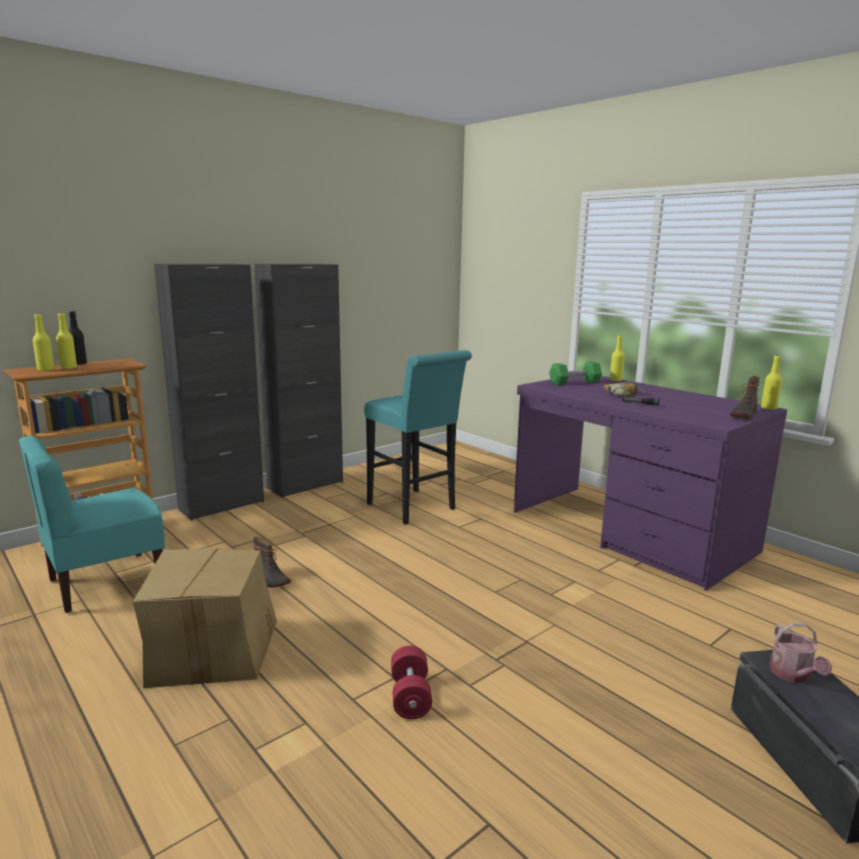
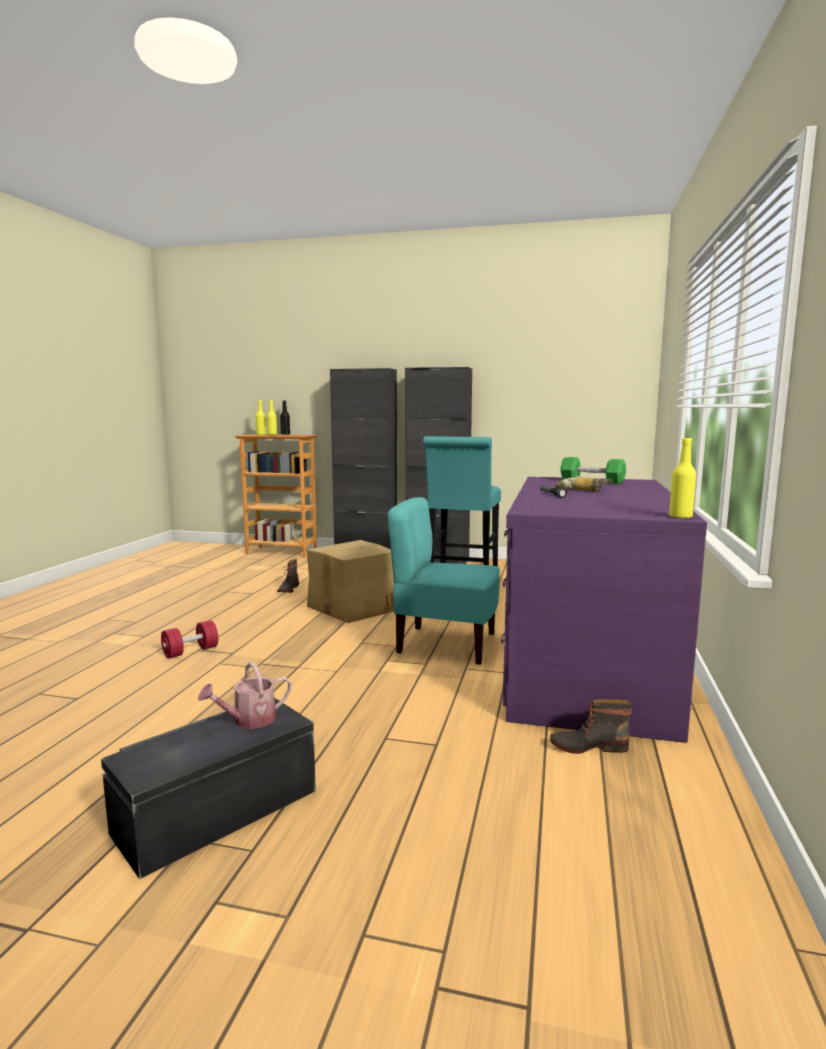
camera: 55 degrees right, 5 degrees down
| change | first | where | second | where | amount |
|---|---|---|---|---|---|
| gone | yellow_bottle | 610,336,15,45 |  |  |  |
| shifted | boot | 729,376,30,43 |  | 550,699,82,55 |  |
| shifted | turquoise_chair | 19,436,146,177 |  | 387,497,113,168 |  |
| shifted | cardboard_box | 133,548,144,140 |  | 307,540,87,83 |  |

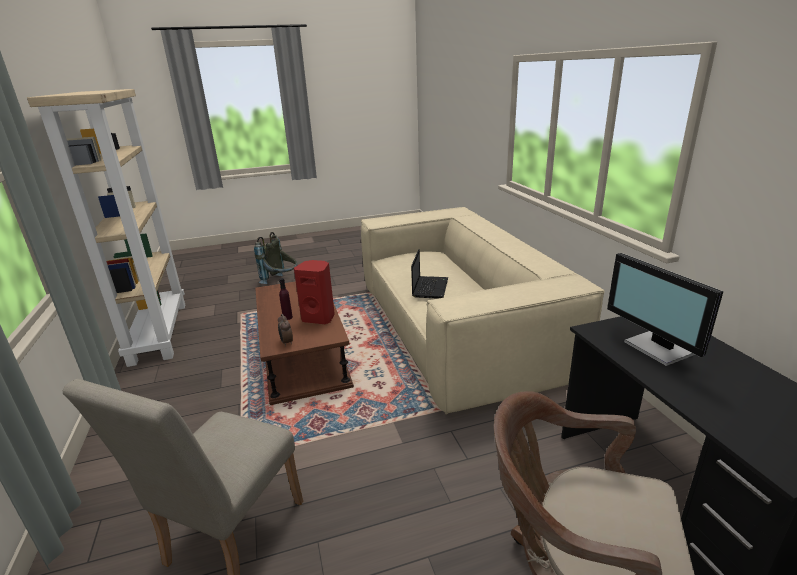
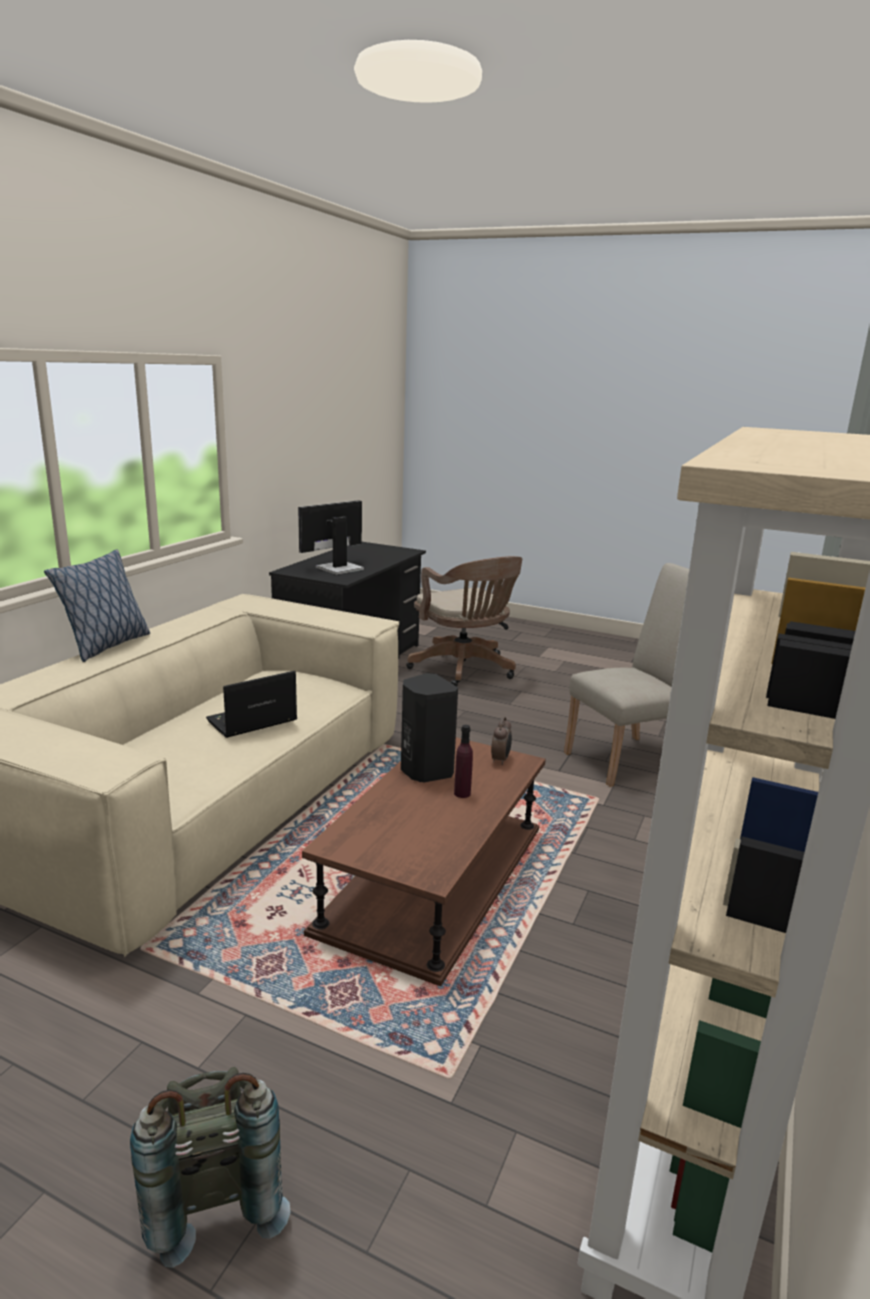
camera: 140 degrees left, 5 degrees down
| change | first | where | second | where | amount |
|---|---|---|---|---|---|
| rotated | monitor | 607,253,117,113 |  | 298,500,66,75 | 150 degrees counterclockwise |
| repainted | red_speaker | 294,260,41,64 | black_speaker | 401,673,57,110 |  |
| new |  |  | pillow | 44,550,106,112 |  |

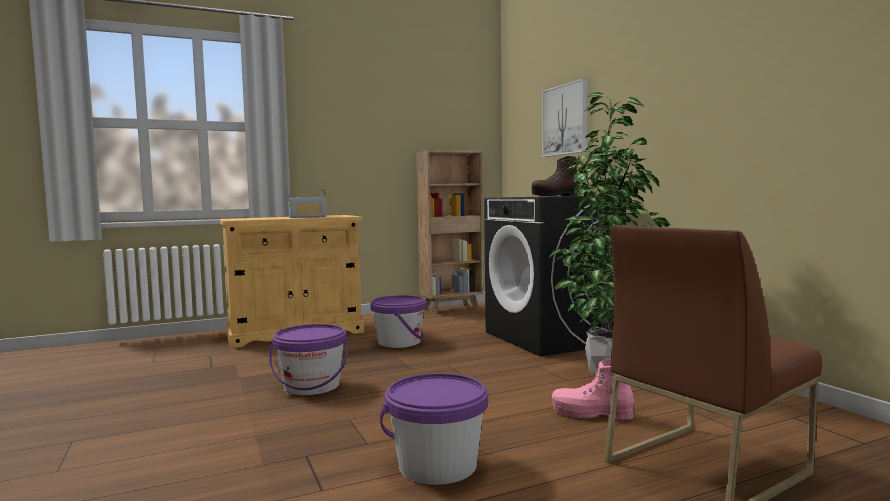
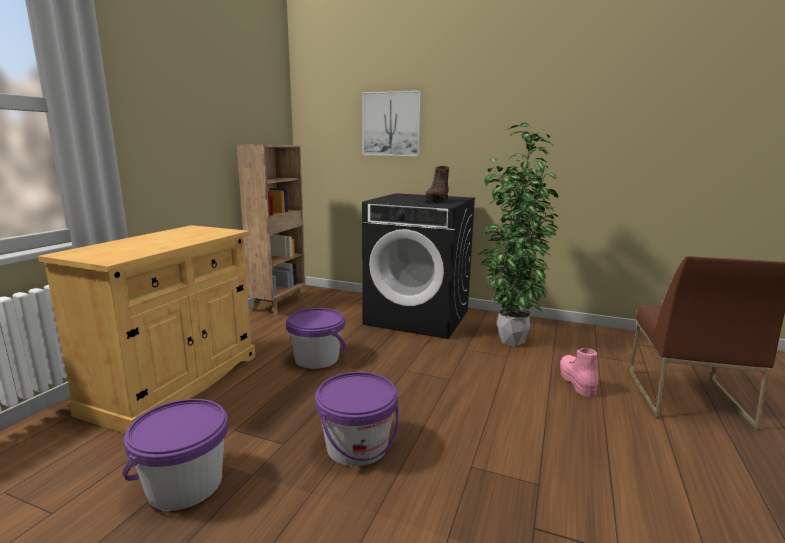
camera: 45 degrees left, 10 degrees up
| change | first | where | second | where | amount |
|---|---|---|---|---|---|
| gone | radio | 288,189,38,29 |  |  |  |
| rotated | pink_boot | 552,359,82,61 |  | 560,348,38,49 | 120 degrees clockwise |
| shifted | purple_bucket | 380,373,108,112 |  | 122,399,107,112 |  |

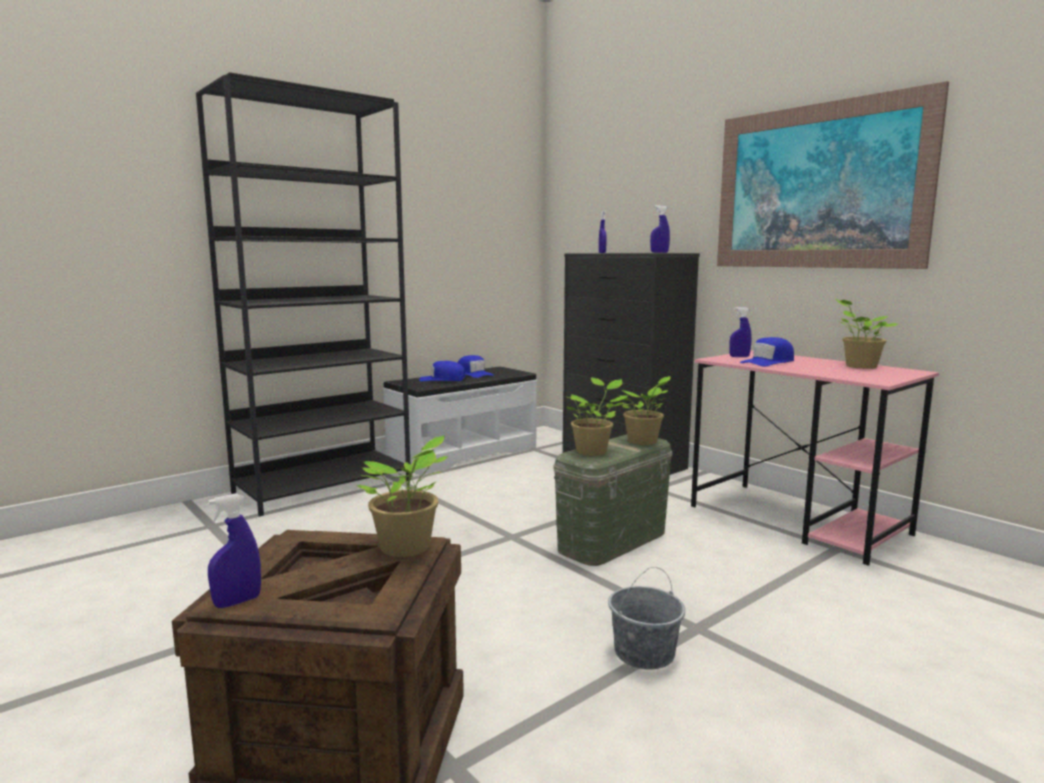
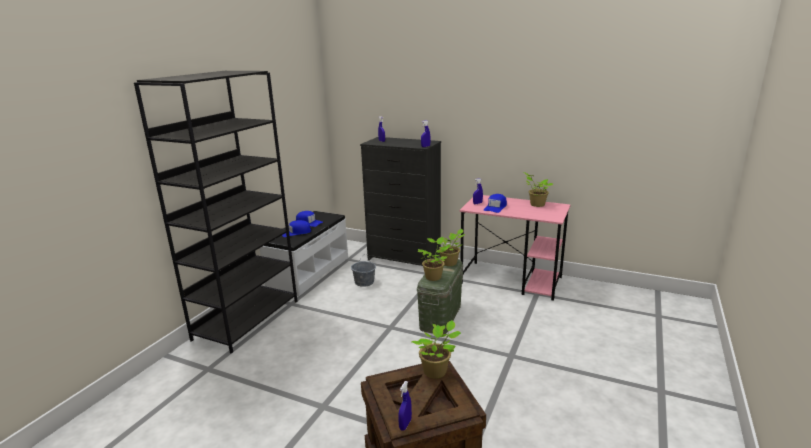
camera: 25 degrees left, 10 degrees up
| change | first | where | second | where | amount |
|---|---|---|---|---|---|
| gone | picture | 717,81,232,188 |  |  |  |
| shifted | grey_bucket | 608,567,77,103 |  | 351,254,25,33 |  |

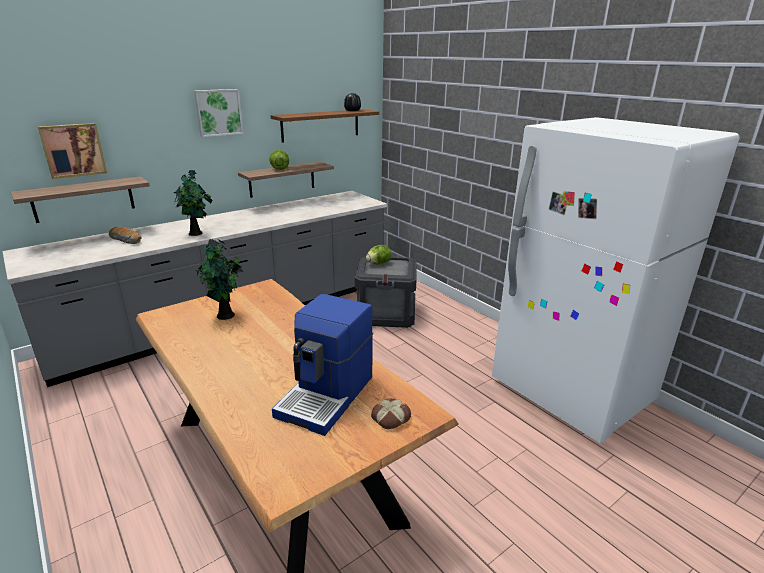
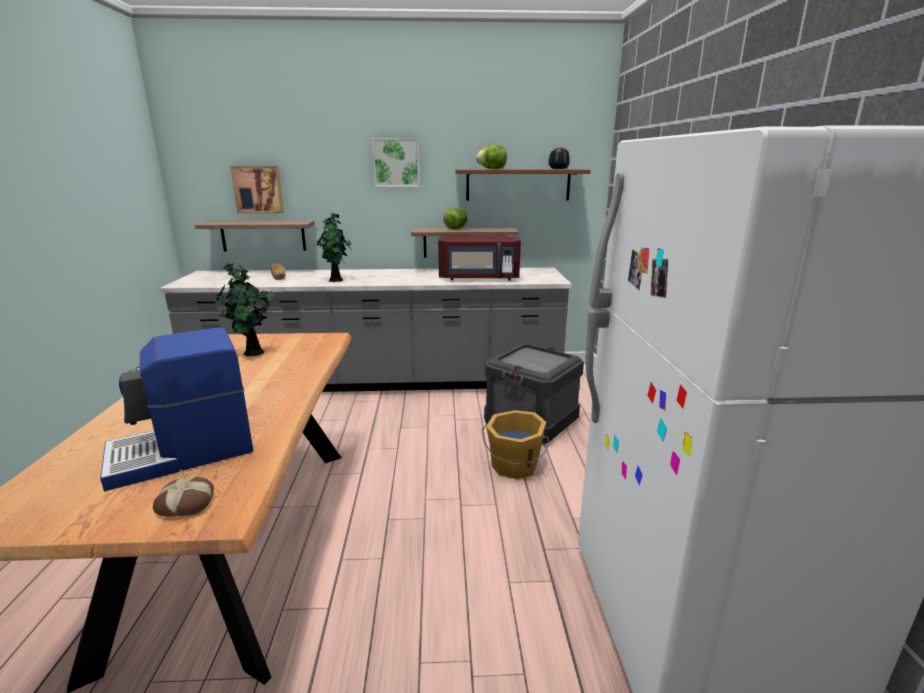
camera: 35 degrees right, 5 degrees down
| change | first | where | second | where | amount |
|---|---|---|---|---|---|
| shifted | lettuce | 366,245,25,19 |  | 476,145,31,24 |  |
| new |  |  | red_microwave | 438,236,83,44 |  |
| new |  |  | orange_bucket | 481,410,69,69 |  |

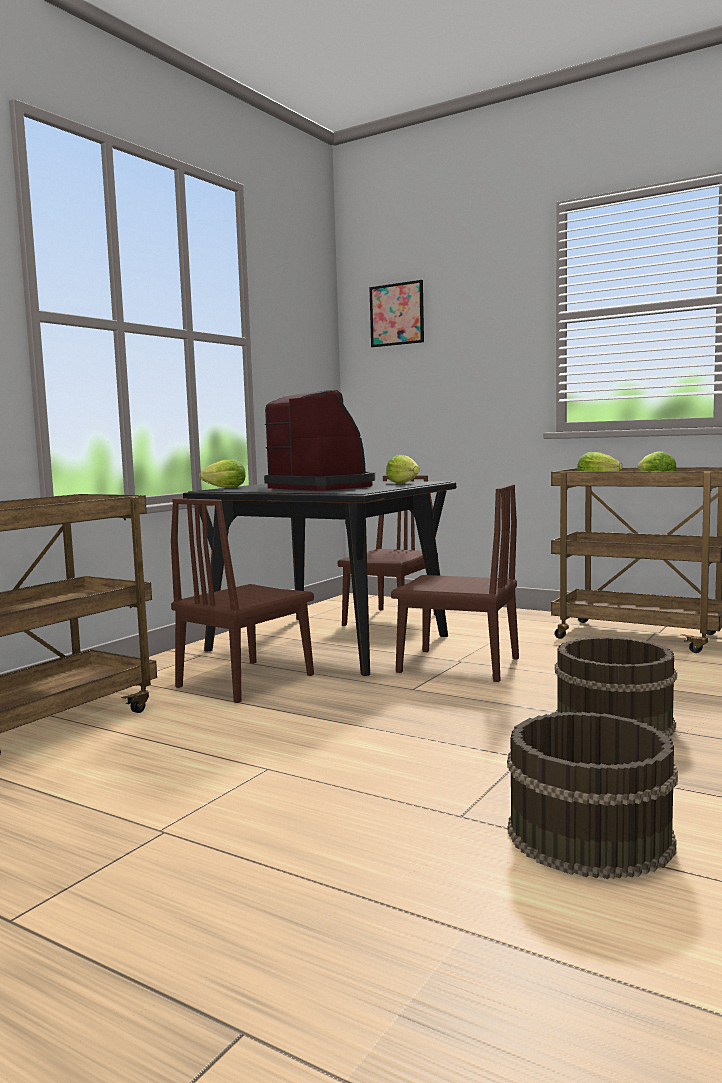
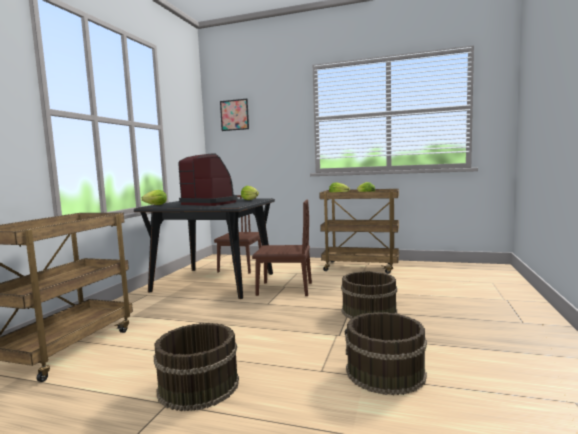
camera: 15 degrees left, 0 degrees up
| change | first | where | second | where | amount |
|---|---|---|---|---|---|
| gone | brown_chair | 171,498,143,205 |  |  |  |
| new |  |  | brown_bucket | 154,323,85,88 |  |

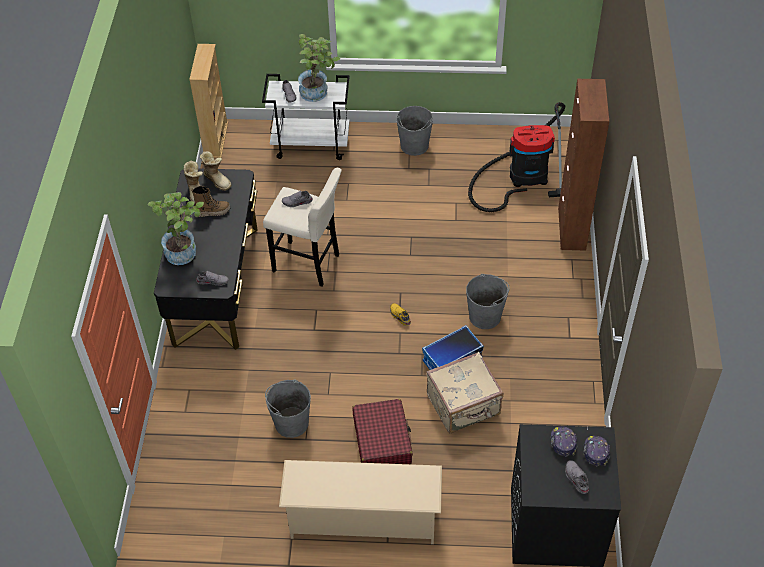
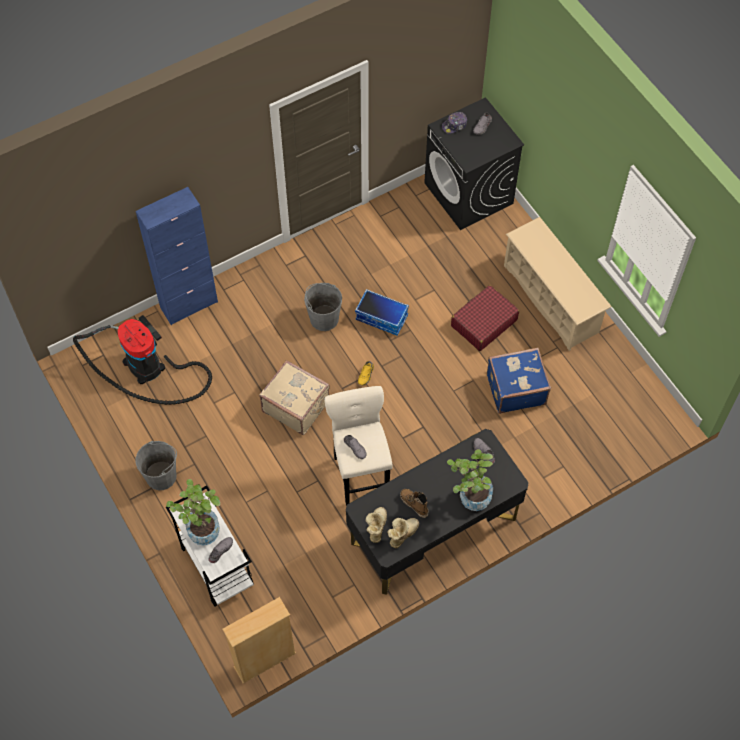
camera: 125 degrees left, 10 degrees up
| change | first | where | second | where | amount |
|---|---|---|---|---|---|
| repainted | brown_cabinet | 558,79,51,172 | blue_cabinet | 136,187,82,138 |  |
| shifted | beige_suitcase | 427,352,76,82 |  | 259,360,71,75 |  |
| swapped | grey_bucket | 265,379,46,59 | blue_suitcase | 487,347,64,67 |  |
| gone | cap | 551,427,26,30 |  |  |  |

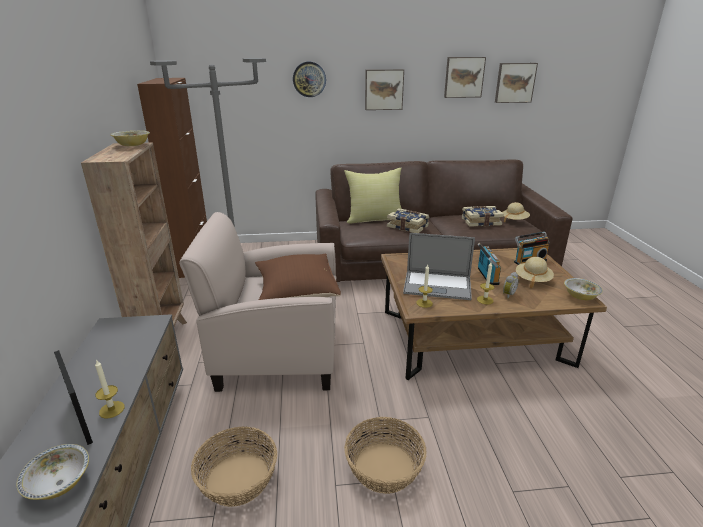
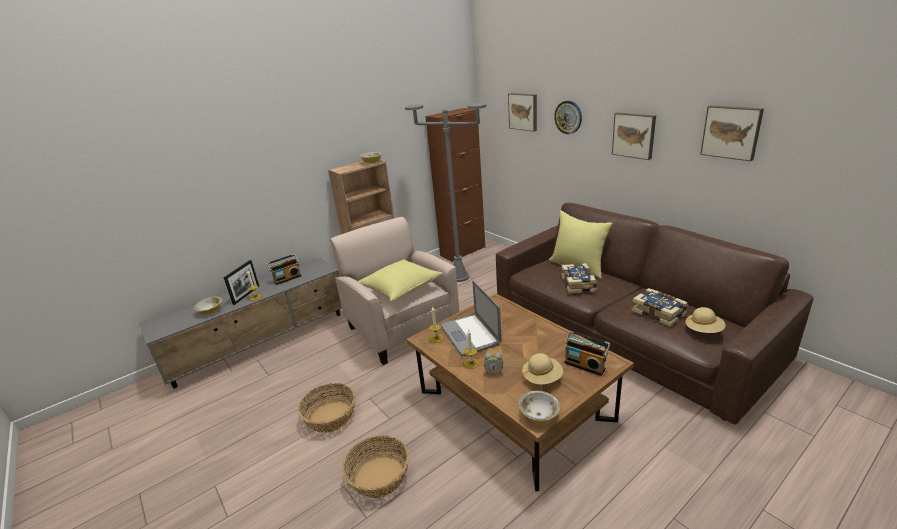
camera: 60 degrees right, 0 degrees up
| change | first | where | second | where | amount |
|---|---|---|---|---|---|
| shifted | picture | 495,63,43,40 |  | 508,93,29,39 |  |
| shifted | radio | 477,243,24,42 |  | 267,254,34,31 |  |
| repainted | brown_pillow | 255,254,86,46 | yellow_pillow | 358,259,85,43 |  |
| shifted | basket | 191,427,86,80 |  | 342,435,67,63 |  |

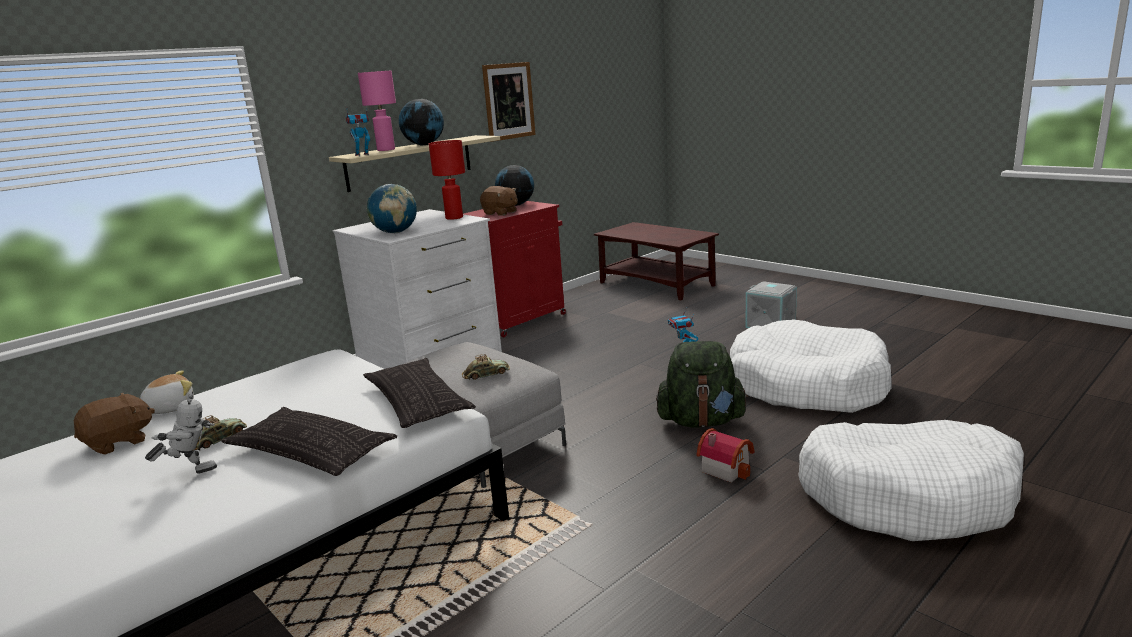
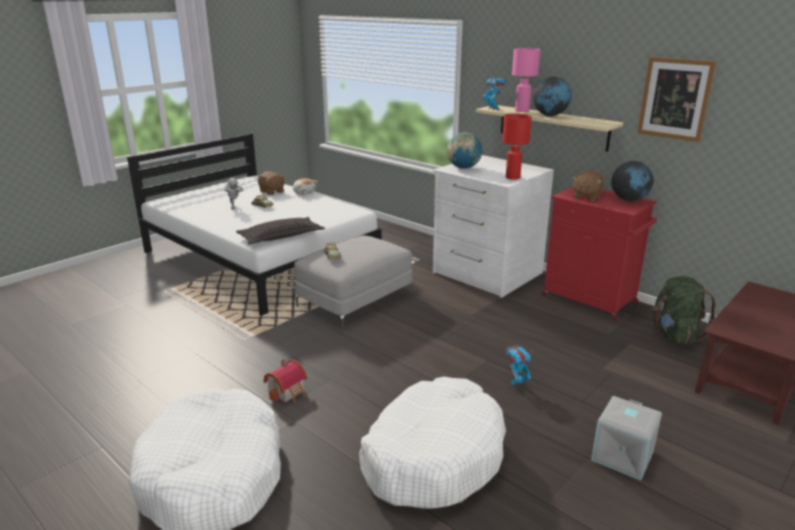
camera: 85 degrees right, 5 degrees up
| change | first | where | second | where | amount |
|---|---|---|---|---|---|
| shifted | green_backpack | 656,341,92,87 |  | 653,276,63,68 |  |
| gone | pillow | 221,407,176,69 |  |  |  |

